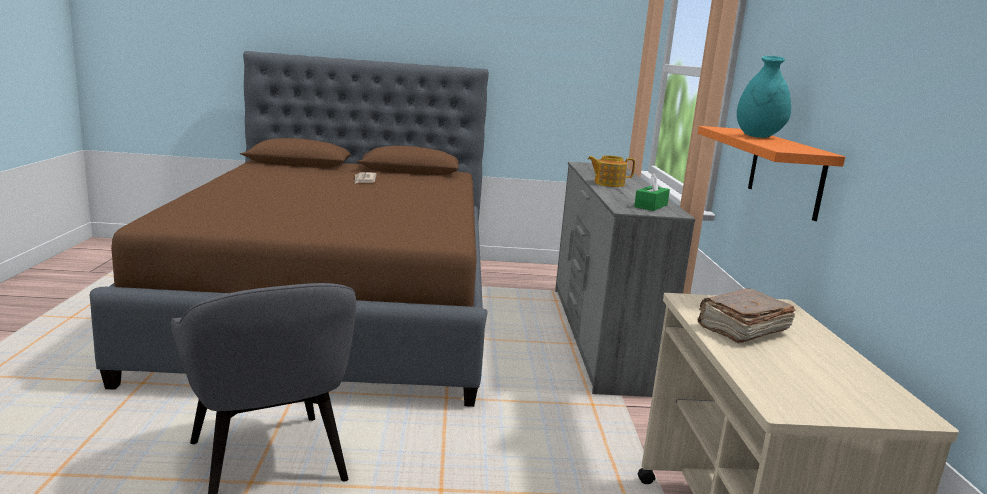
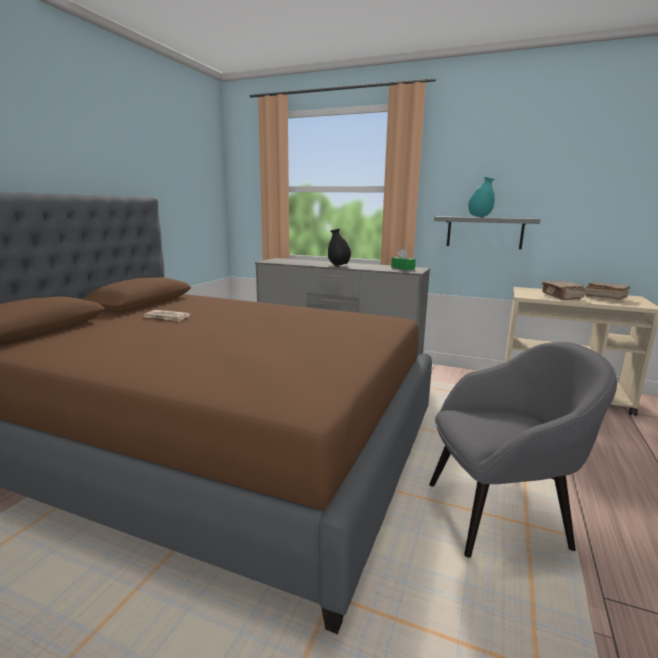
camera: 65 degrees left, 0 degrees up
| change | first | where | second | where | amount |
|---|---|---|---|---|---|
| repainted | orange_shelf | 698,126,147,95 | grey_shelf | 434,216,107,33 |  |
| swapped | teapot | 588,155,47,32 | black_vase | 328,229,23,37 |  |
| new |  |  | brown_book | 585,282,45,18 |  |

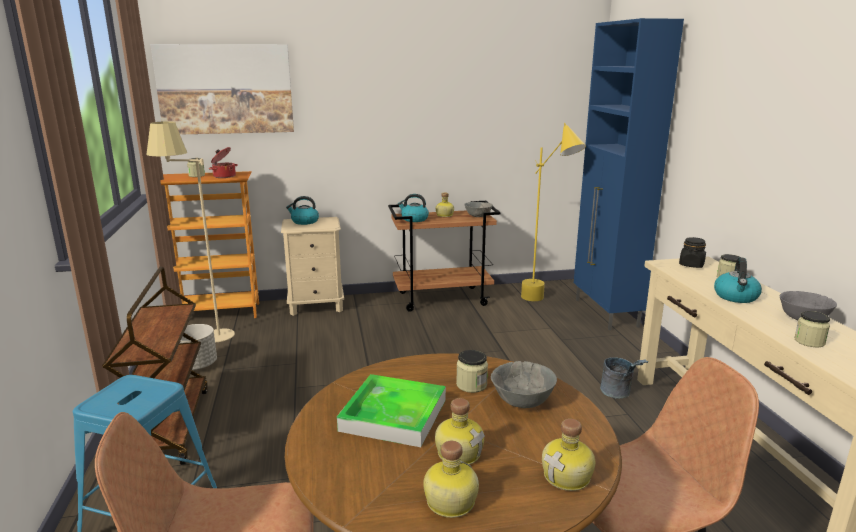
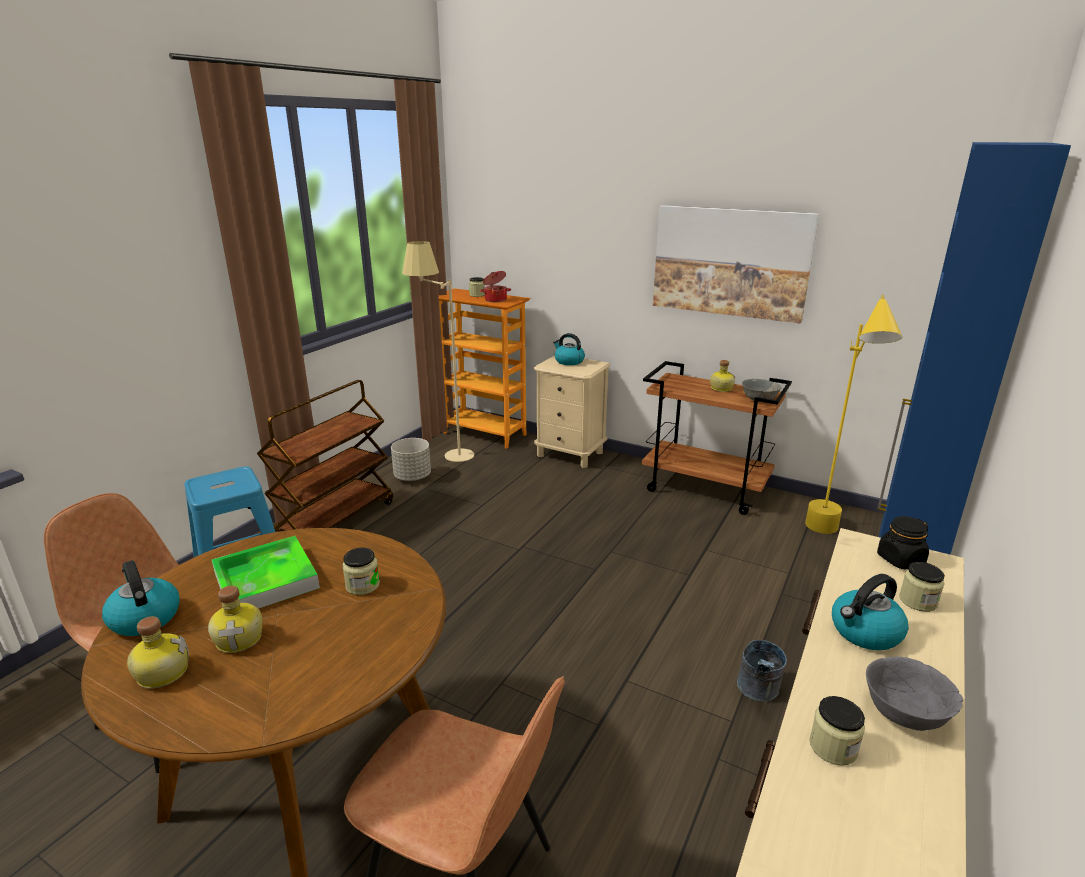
camera: 40 degrees right, 5 degrees up
| change | first | where | second | where | amount |
|---|---|---|---|---|---|
| shifted | picture | 150,44,144,91 |  | 653,205,166,119 |  |
| shifted | kettle | 398,194,31,28 |  | 102,560,78,76 |  |
| gone | grey_bowl | 491,361,66,47 |  |  |  |
| gone | bottle | 542,419,53,72 |  |  |  |

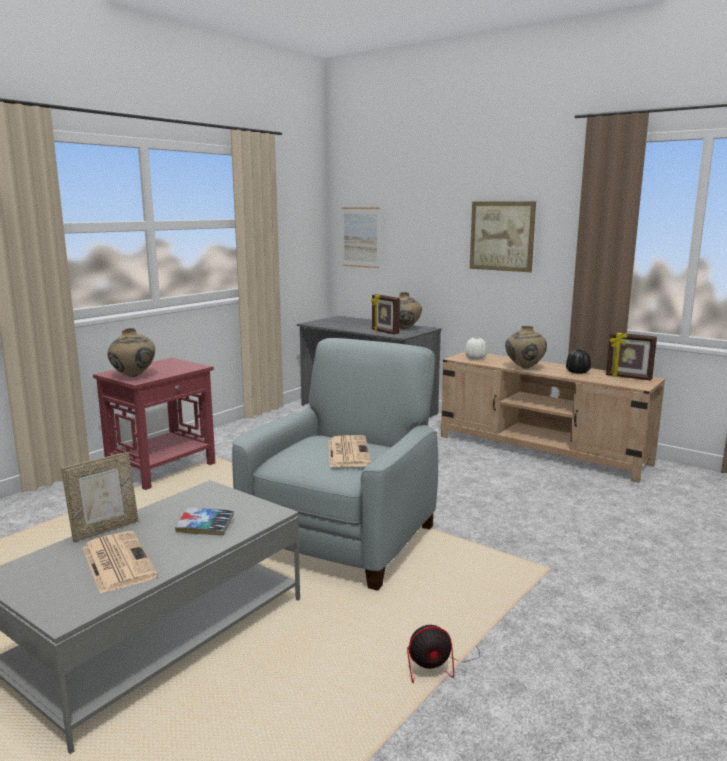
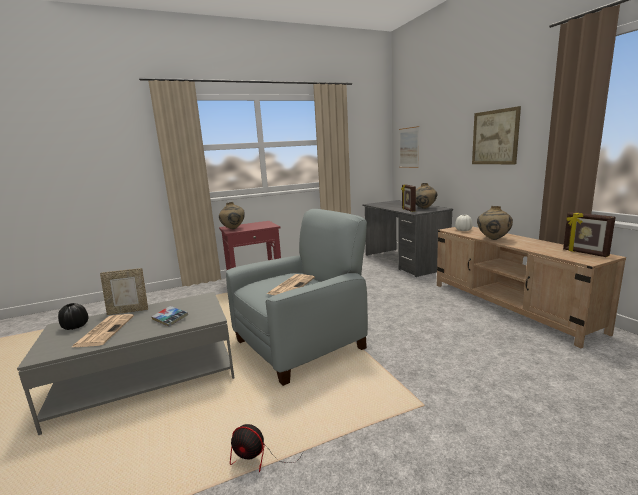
camera: 30 degrees right, 0 degrees up
| change | first | where | second | where | amount |
|---|---|---|---|---|---|
| shifted | black_vase | 566,349,25,25 |  | 58,303,30,27 |  |

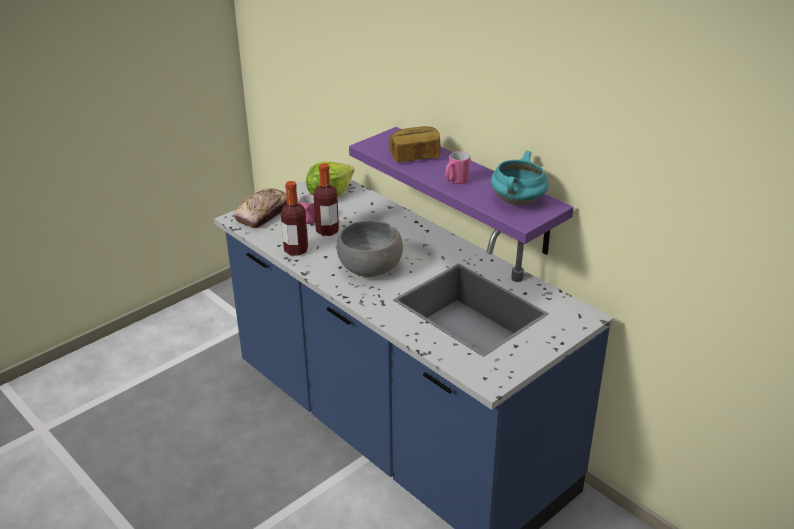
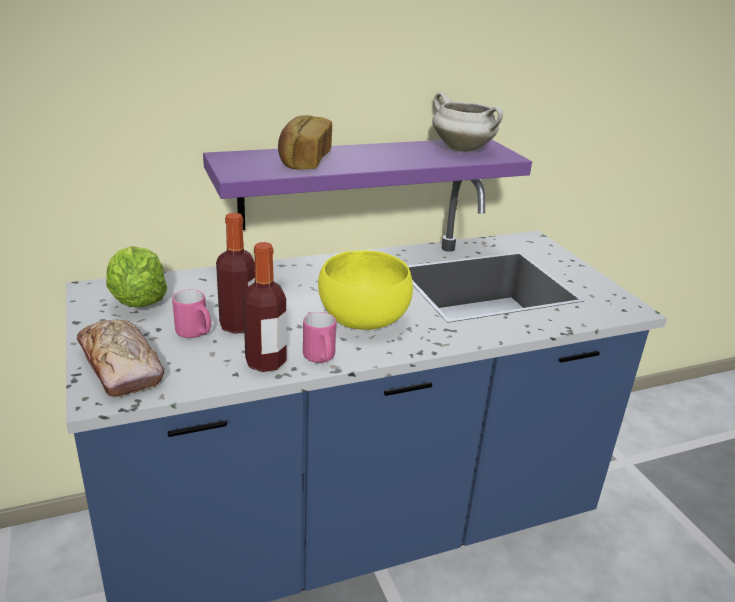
camera: 70 degrees left, 5 degrees down
| change | first | where | second | where | amount |
|---|---|---|---|---|---|
| shifted | pink_mug | 445,151,25,33 |  | 303,312,33,51 |  |
| repainted | turquoise_cooking_pot | 491,151,57,54 | white_cooking_pot | 432,92,71,60 |  |
| repainted | grey_bowl | 337,220,66,57 | yellow_bowl | 318,250,95,80 |  |

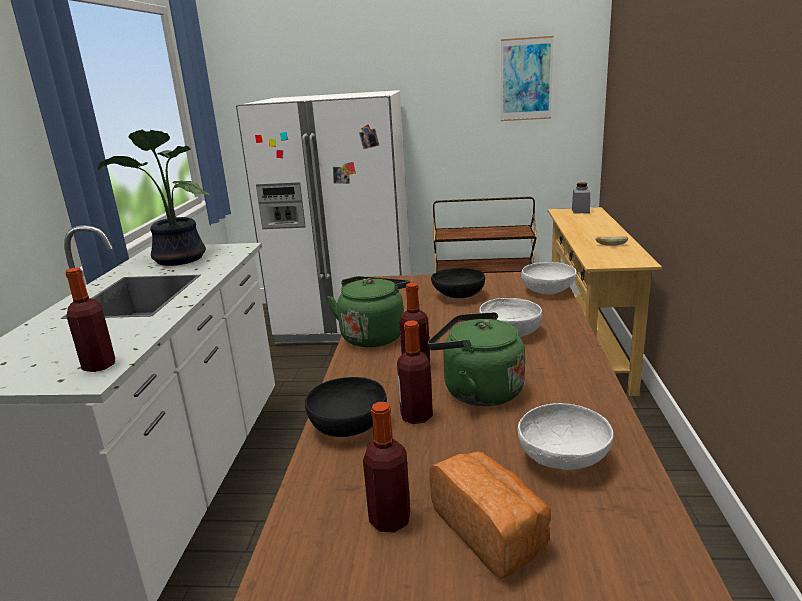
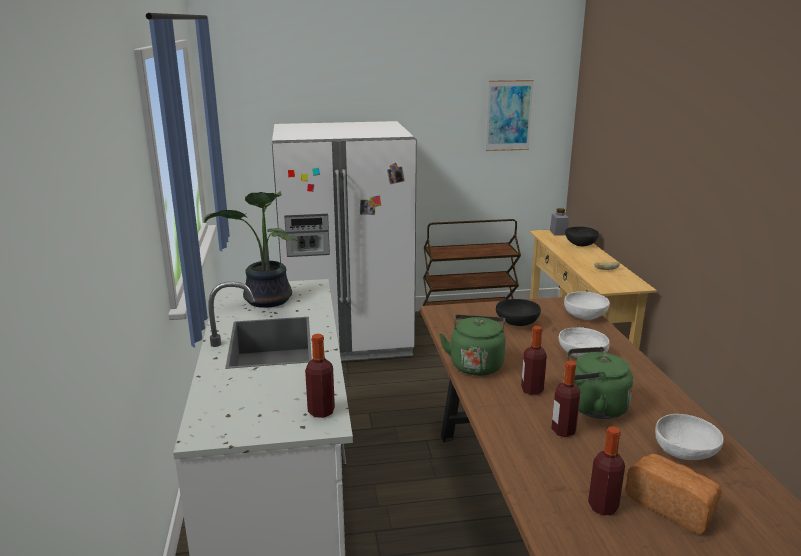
camera: 15 degrees left, 0 degrees up
| change | first | where | second | where | amount |
|---|---|---|---|---|---|
| shifted | black_bowl | 305,377,82,60 |  | 565,227,34,19 |  |

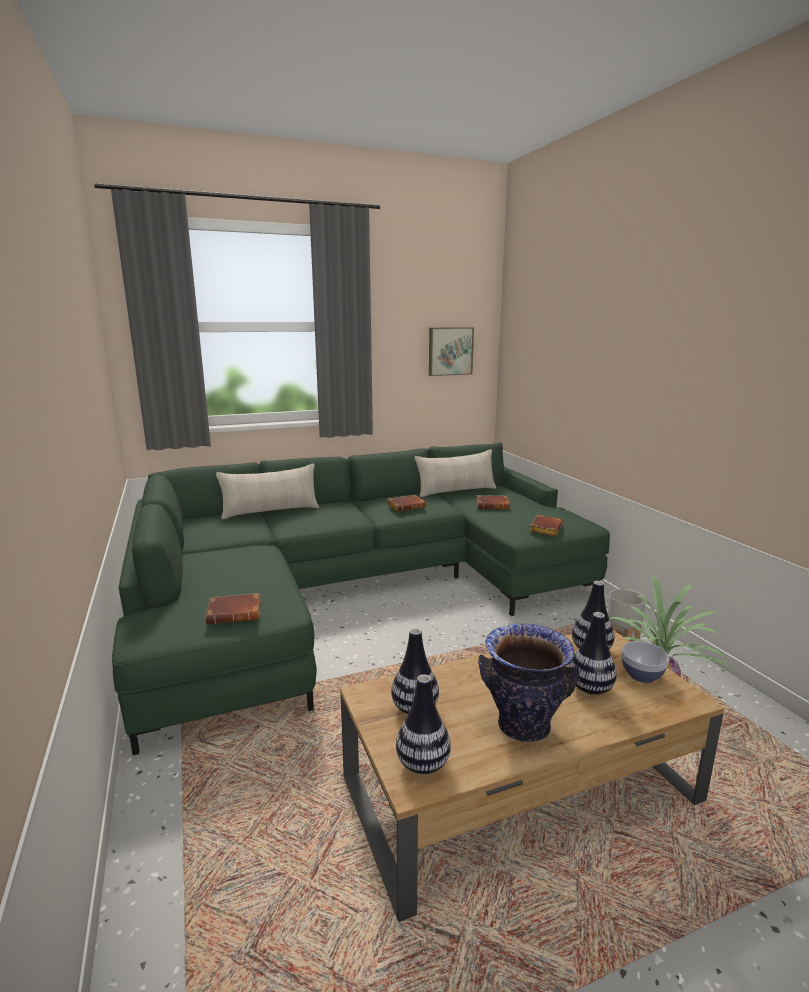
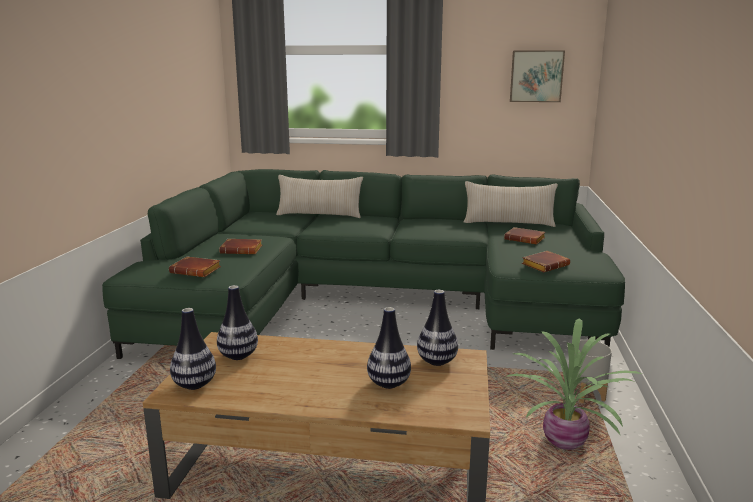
camera: 30 degrees right, 0 degrees up
| change | first | where | second | where | amount |
|---|---|---|---|---|---|
| shifted | brown_book | 387,495,39,17 |  | 219,239,43,15 |  |
| gone | vase | 478,624,101,118 |  |  |  |
| gone | bowl | 621,641,48,42 |  |  |  |

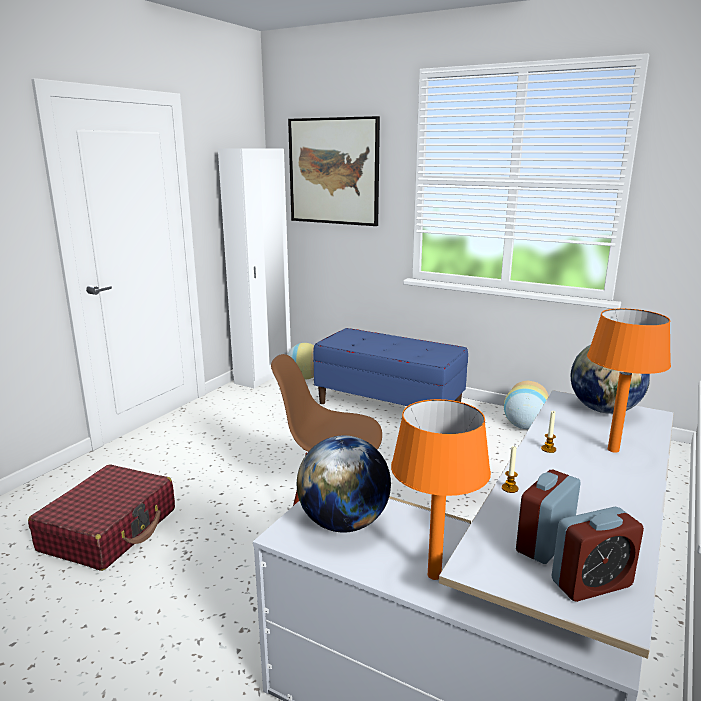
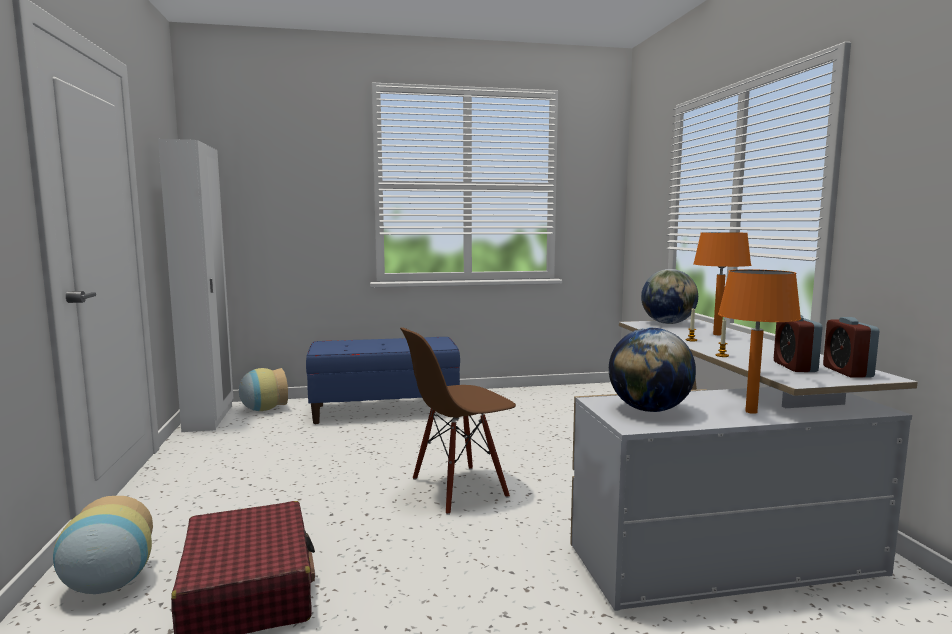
camera: 40 degrees left, 10 degrees down
| change | first | where | second | where | amount |
|---|---|---|---|---|---|
| gone | picture | 288,116,92,110 |  |  |  |
| shifted | vase | 504,381,45,49 |  | 53,496,100,98 |  |
| rotated | alarm_clock | 551,507,93,95 |  | 823,317,56,61 | 150 degrees clockwise |

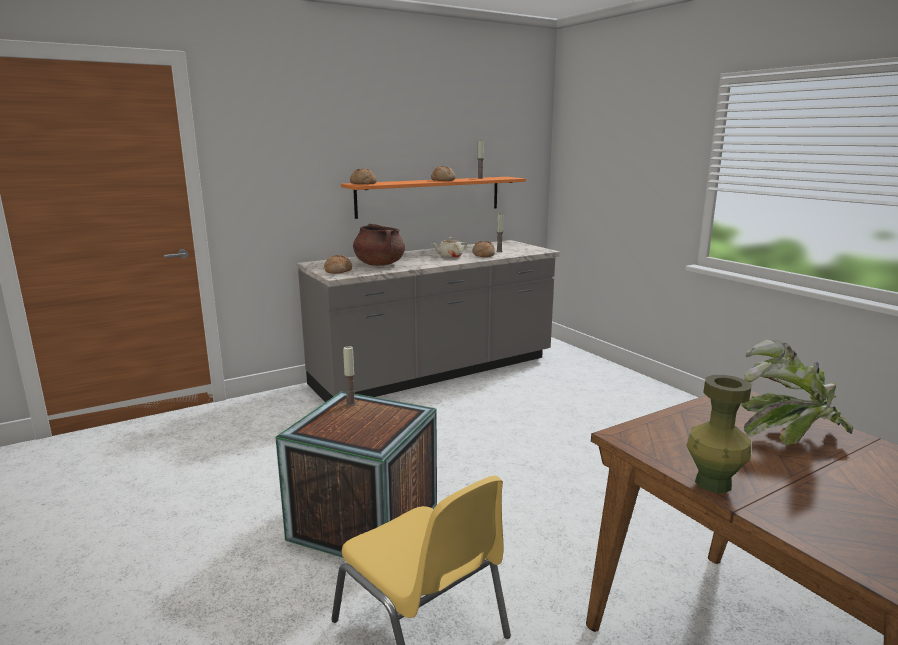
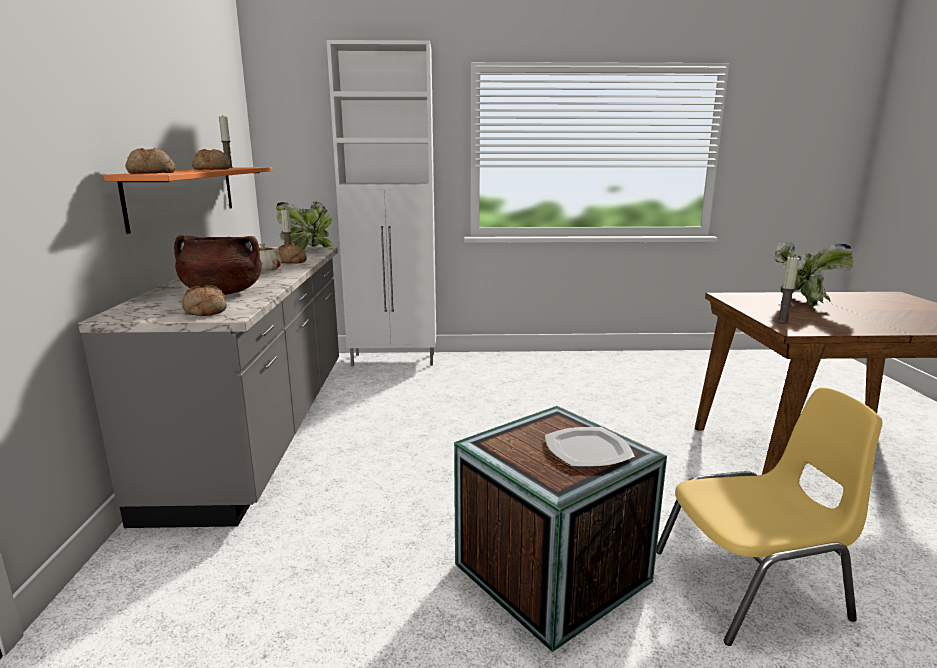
camera: 60 degrees left, 0 degrees up
| change | first | where | second | where | amount |
|---|---|---|---|---|---|
| shifted | candle | 343,346,13,60 |  | 777,256,22,67 |  |
| gone | green_vase | 686,375,66,118 |  |  |  |
| new |  |  | white_cabinet | 327,40,109,326 |  |
| new |  |  | potted_plant | 276,202,57,48 |  |
| new |  |  | plate | 545,427,90,40 |  |

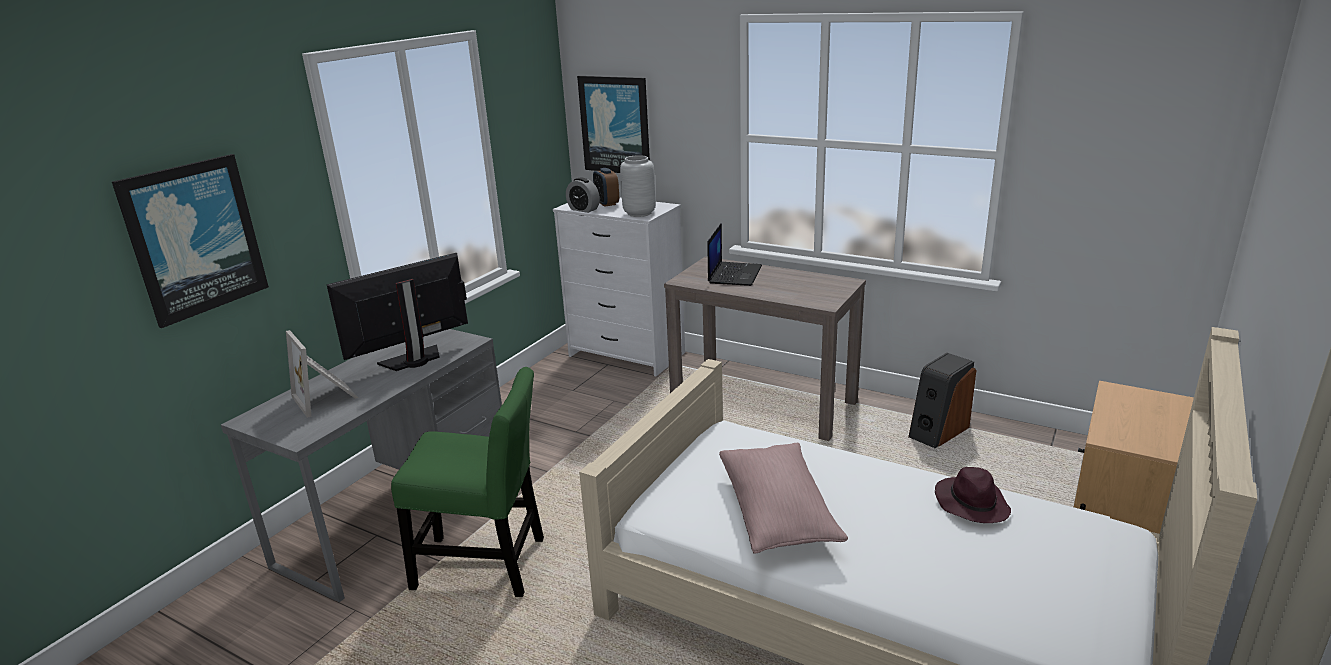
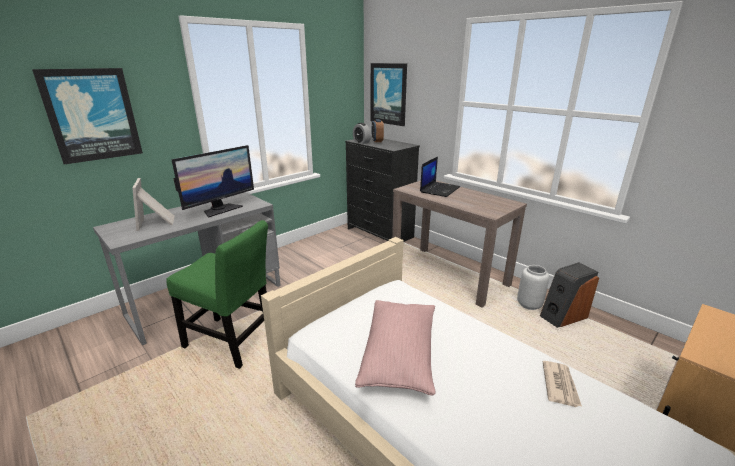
camera: 15 degrees right, 0 degrees up
| change | first | where | second | where | amount |
|---|---|---|---|---|---|
| shifted | grey_vase | 620,155,36,62 |  | 517,265,32,45 |  |
| repainted | white_dresser | 553,198,132,178 | black_dresser | 345,136,75,106 |  |
| rotated | monitor | 326,253,142,118 |  | 171,145,83,73 | 150 degrees clockwise |
| swapped | purple_hat | 935,467,76,56 | newspaper | 543,361,39,46 |  |

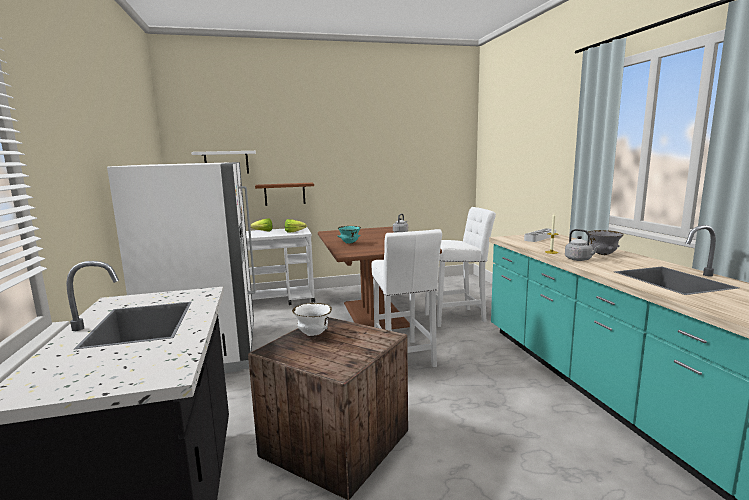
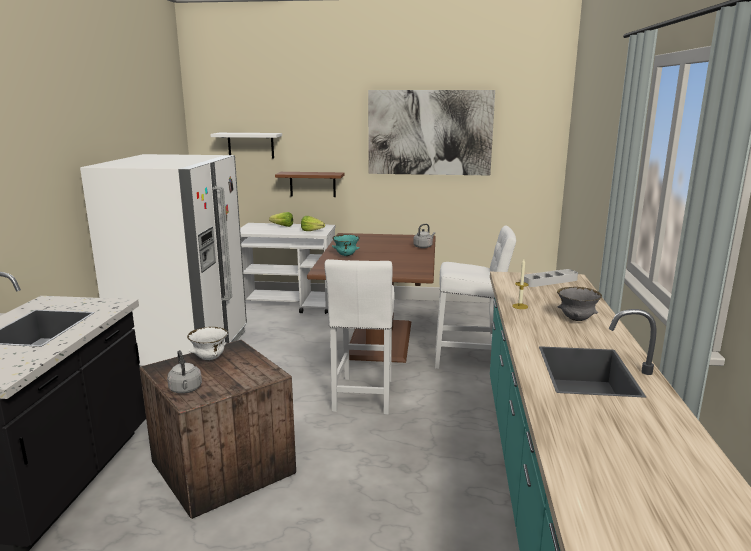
camera: 20 degrees right, 5 degrees up
| change | first | where | second | where | amount |
|---|---|---|---|---|---|
| shifted | grey_kettle | 565,229,35,32 |  | 167,350,35,44 |  |
| new |  |  | picture | 368,90,127,85 |  |

